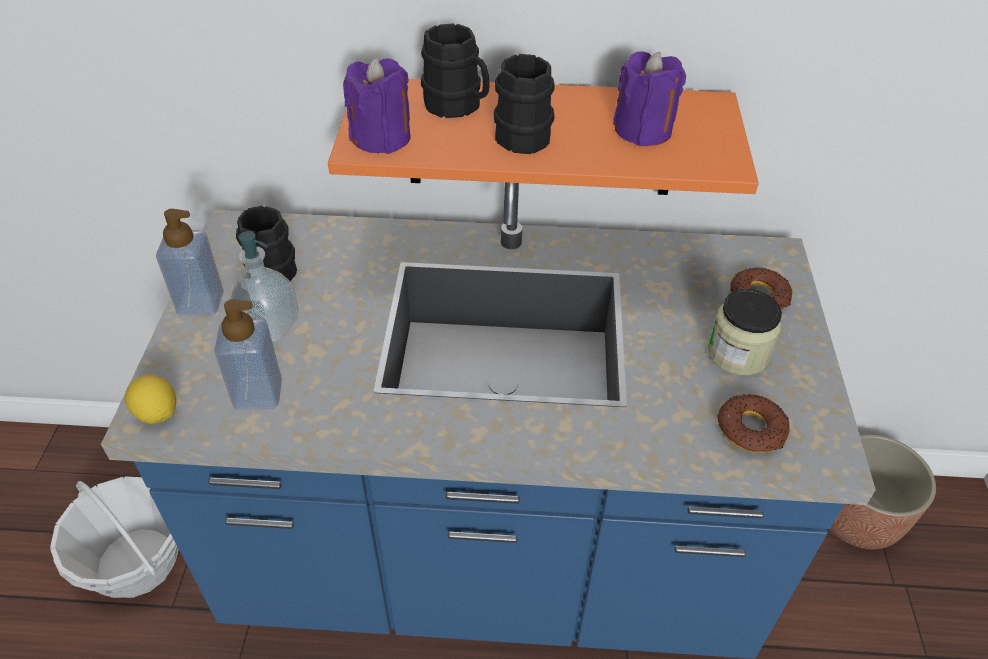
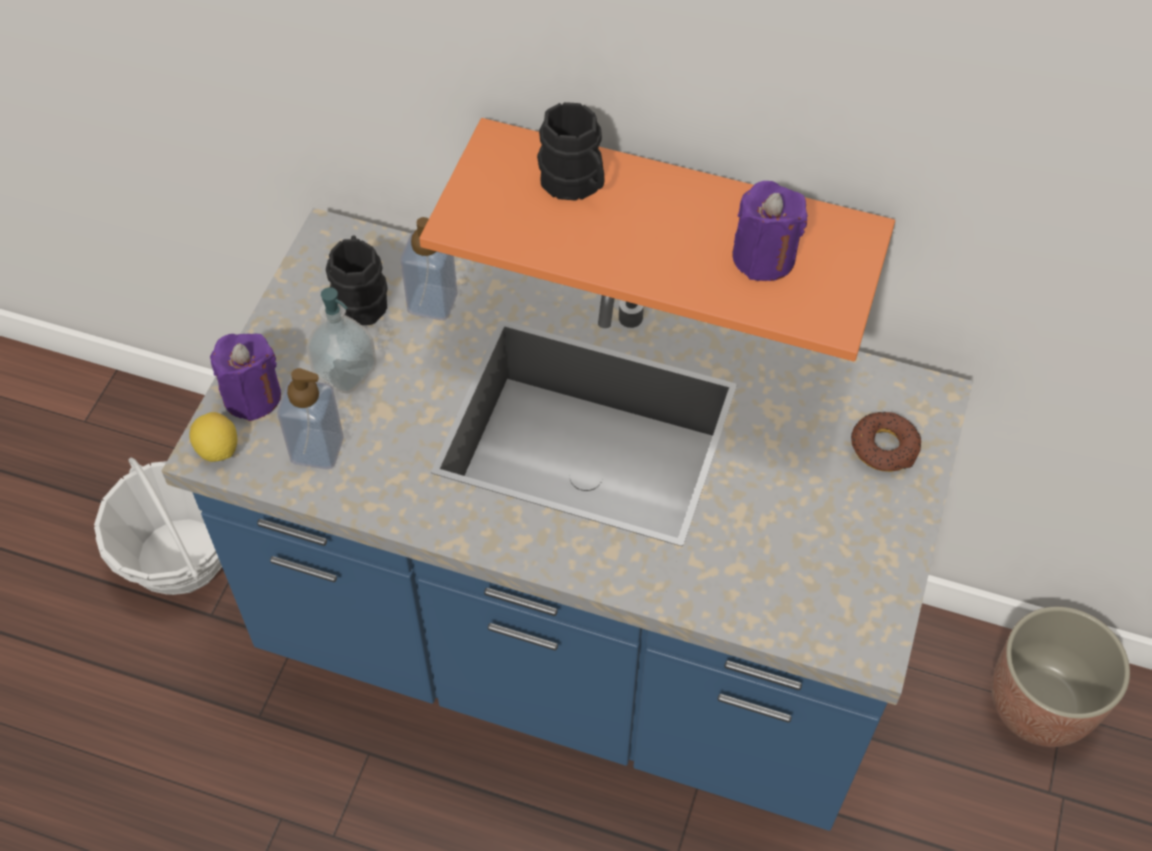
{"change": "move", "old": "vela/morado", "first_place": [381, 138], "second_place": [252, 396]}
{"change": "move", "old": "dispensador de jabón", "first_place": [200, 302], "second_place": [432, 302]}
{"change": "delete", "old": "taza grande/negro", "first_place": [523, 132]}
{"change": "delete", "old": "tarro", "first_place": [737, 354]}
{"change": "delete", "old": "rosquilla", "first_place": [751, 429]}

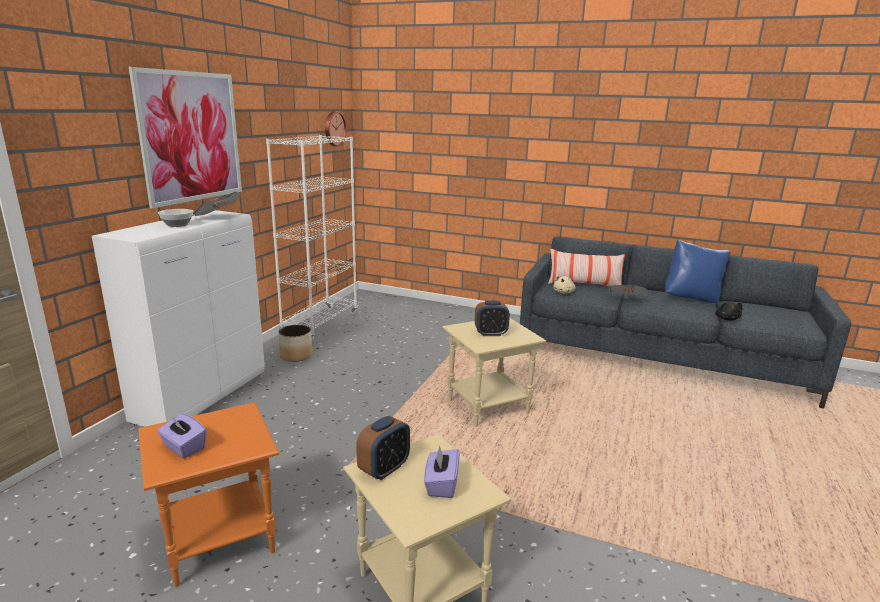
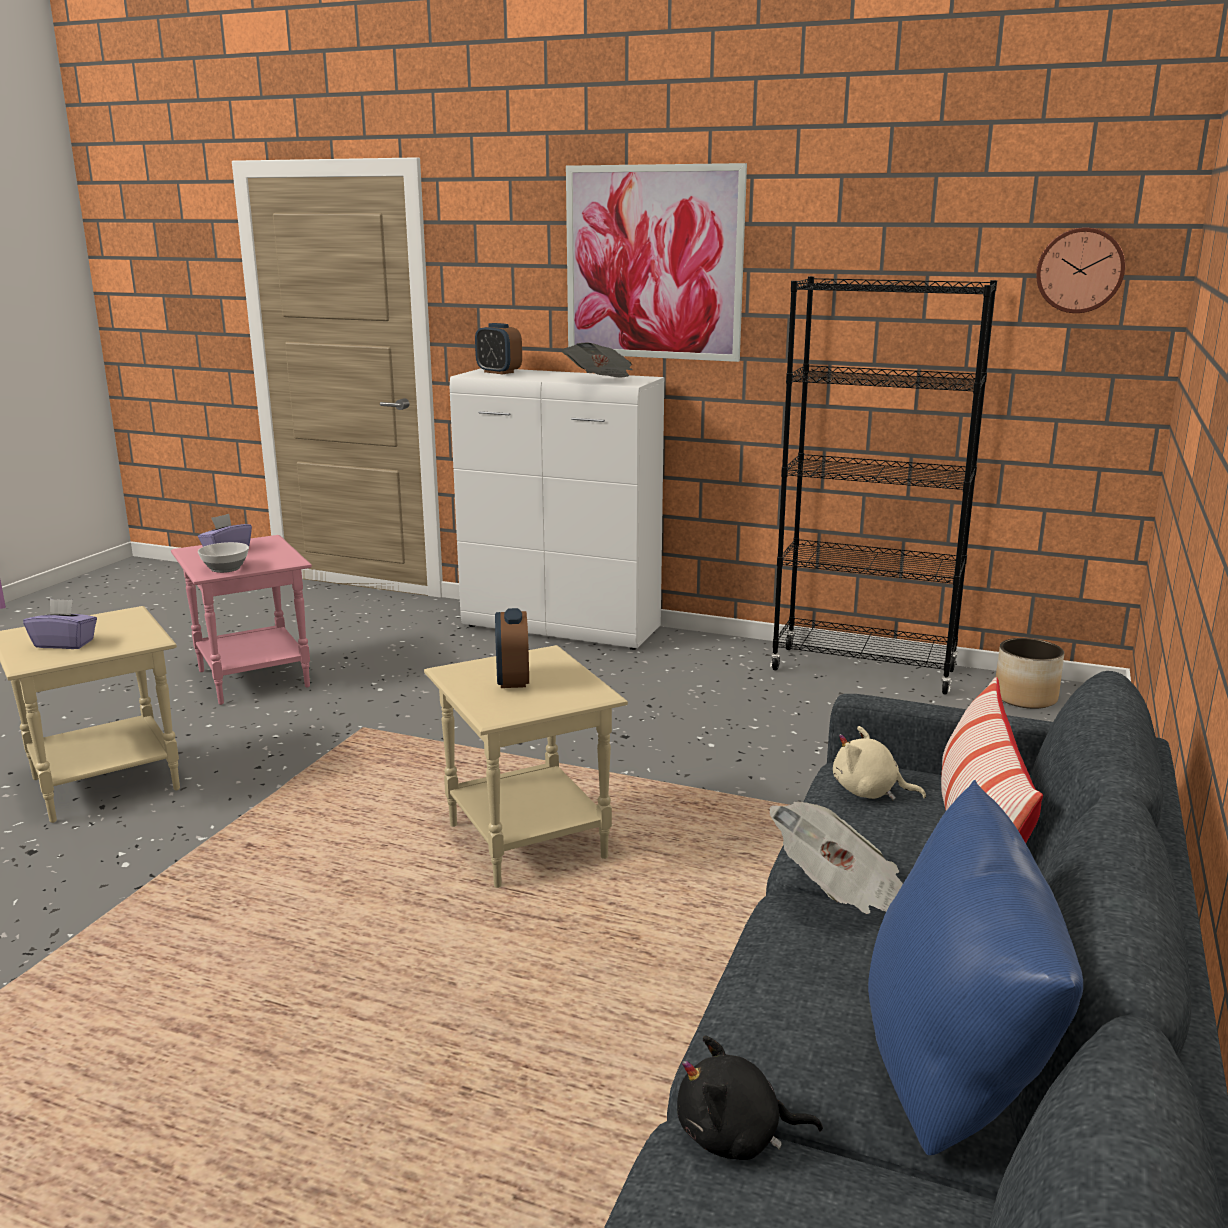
{"change": "recolor", "old": "mesa auxiliar/naranja", "new": "mesa auxiliar/rosa", "first_place": [221, 540], "second_place": [254, 679]}
{"change": "move", "old": "cuenco", "first_place": [177, 225], "second_place": [226, 568]}
{"change": "move", "old": "despertador", "first_place": [384, 469], "second_place": [499, 372]}
{"change": "recolor", "old": "estantería/blanco", "new": "estantería/negro", "first_place": [320, 324], "second_place": [863, 670]}
{"change": "move", "old": "maceta", "first_place": [296, 355], "second_place": [1026, 698]}

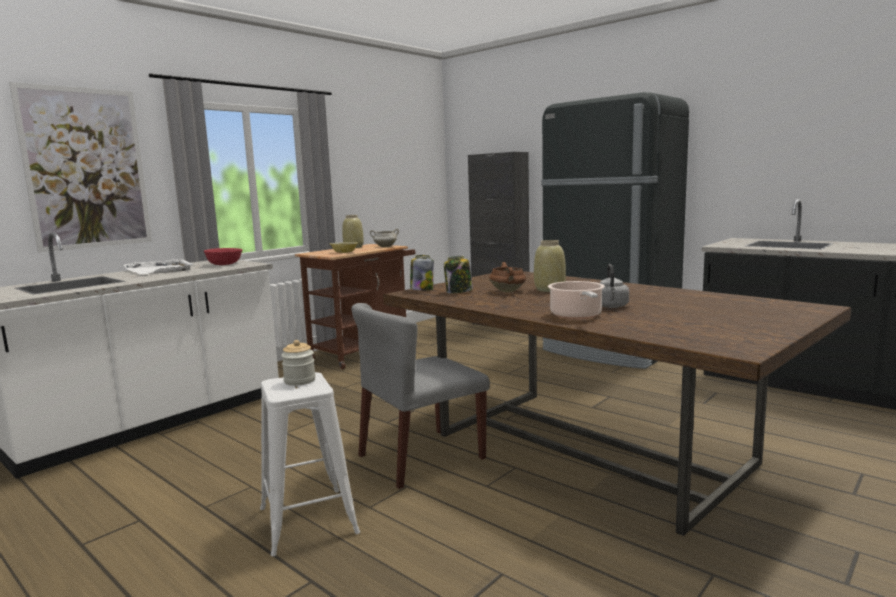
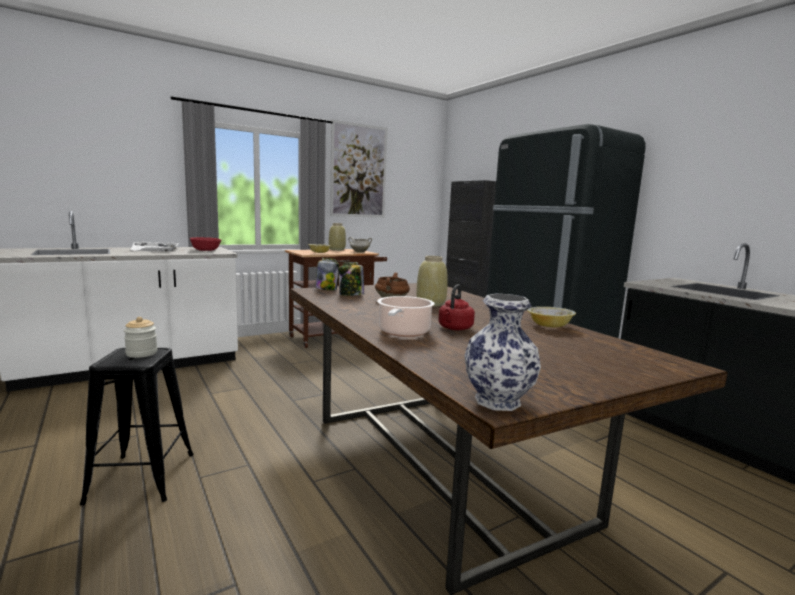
{"change": "recolor", "old": "taburete/blanco", "new": "taburete/negro", "first_place": [308, 520], "second_place": [142, 477]}
{"change": "move", "old": "cuadro", "first_place": [86, 168], "second_place": [358, 171]}
{"change": "recolor", "old": "hervidor/gris", "new": "hervidor/rojo", "first_place": [611, 306], "second_place": [454, 328]}
{"change": "insert", "new": "florero", "second_place": [499, 401]}
{"change": "insert", "new": "cuenco", "second_place": [549, 326]}
{"change": "delete", "old": "silla/gris", "first_place": [421, 457]}

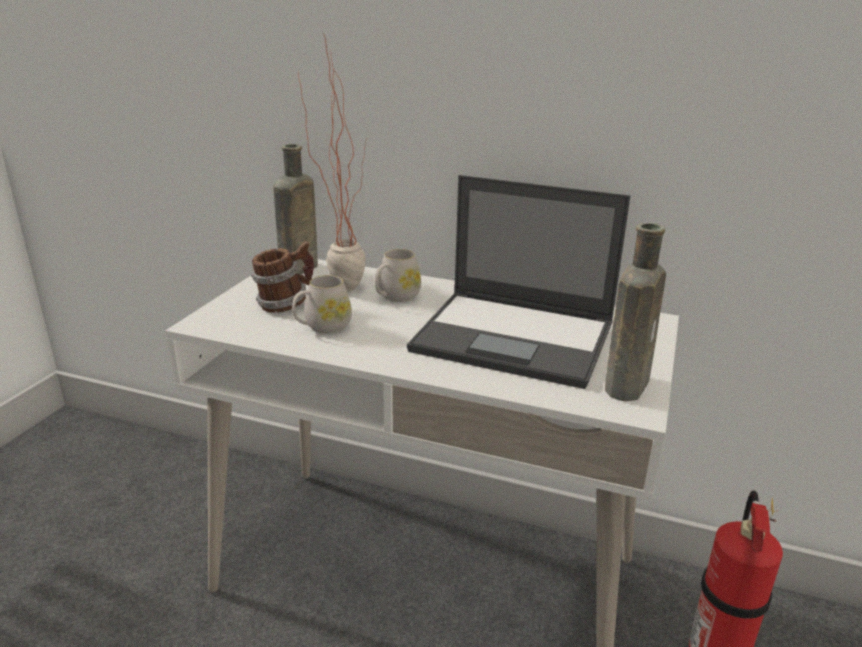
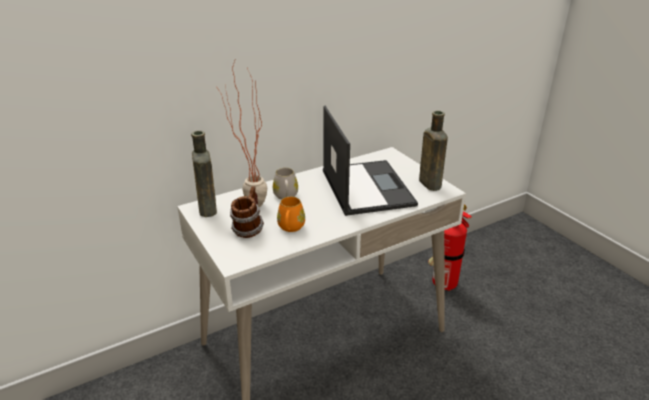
{"change": "recolor", "old": "taza grande/blanco", "new": "taza grande/naranja", "first_place": [322, 327], "second_place": [290, 228]}
{"change": "rotate", "old": "portátil", "first_place": [516, 338], "second_place": [366, 187], "degrees": -75}

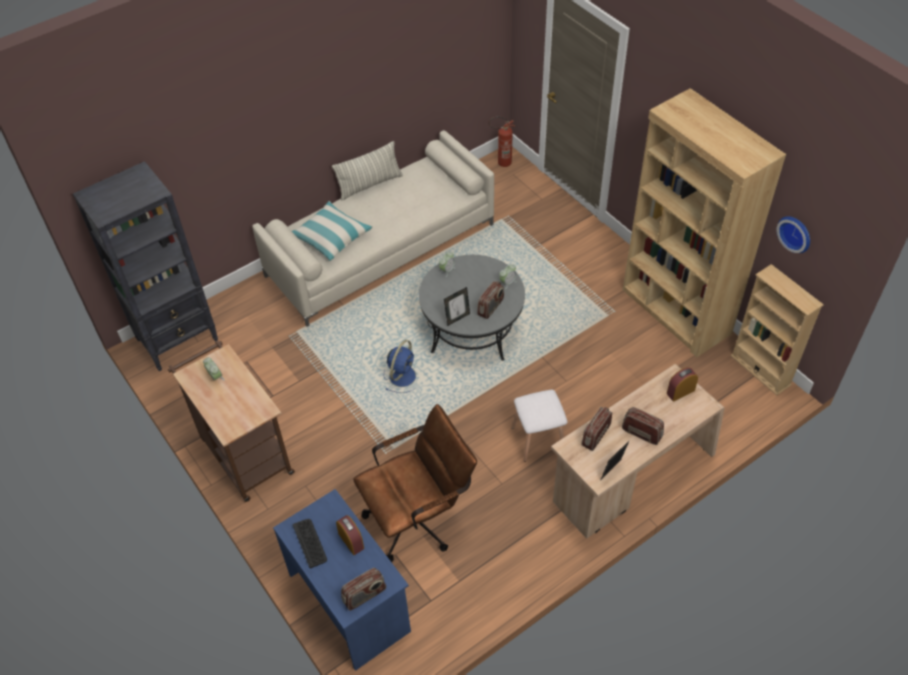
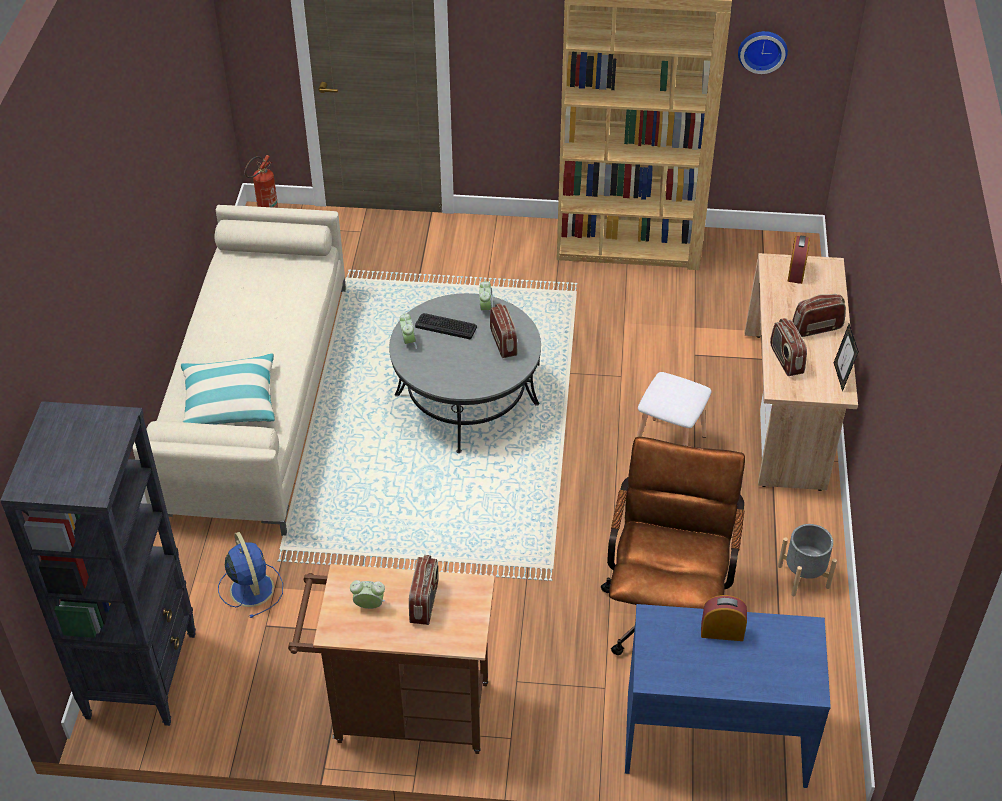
{"change": "move", "old": "ventilador/azul", "first_place": [403, 375], "second_place": [251, 587]}
{"change": "move", "old": "radio", "first_place": [364, 595], "second_place": [425, 602]}
{"change": "move", "old": "teclado", "first_place": [310, 543], "second_place": [446, 326]}
{"change": "insert", "new": "maceta/gris", "second_place": [803, 576]}
{"change": "delete", "old": "cojín", "first_place": [369, 185]}
{"change": "delete", "old": "portarretratos", "first_place": [457, 318]}
{"change": "delete", "old": "estantería/beis", "first_place": [760, 370]}

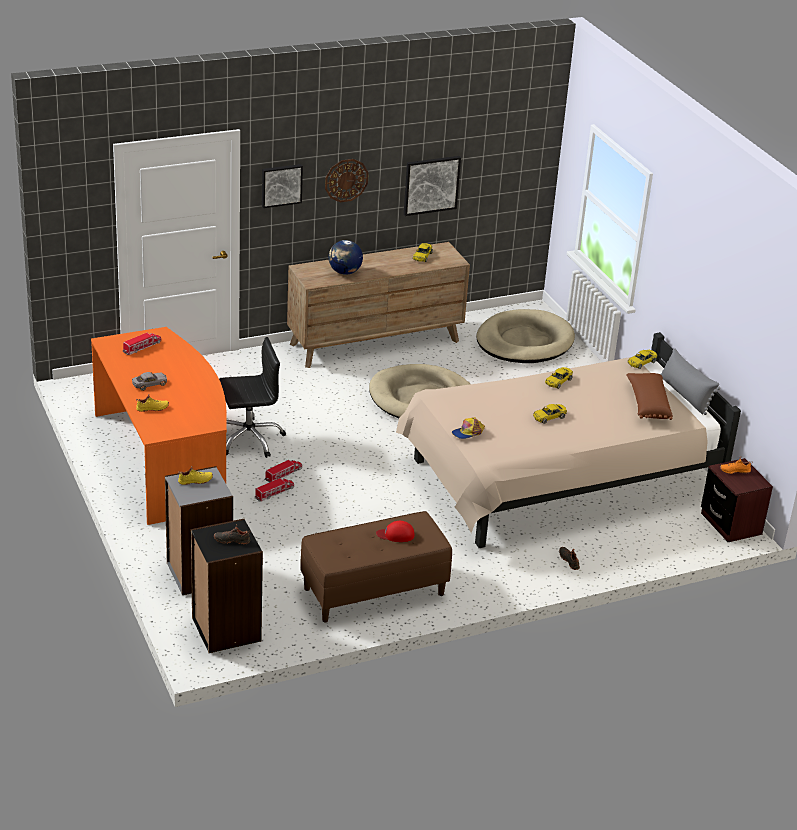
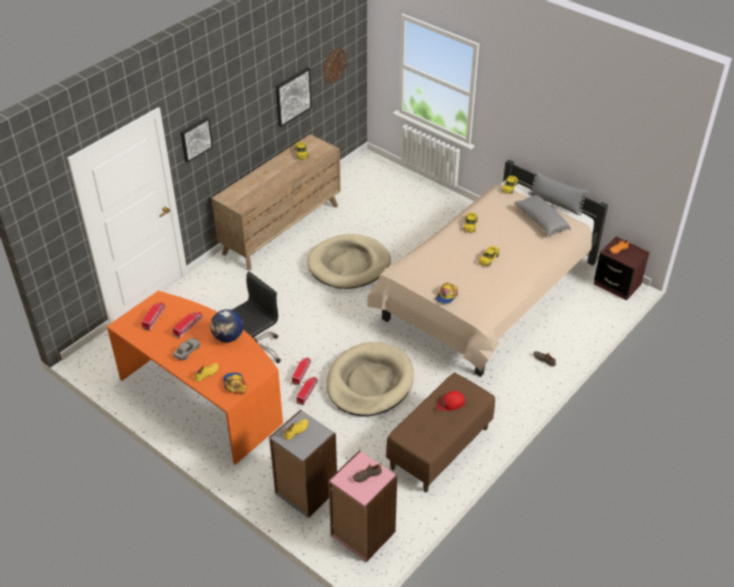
{"change": "insert", "new": "camión de juguete", "second_place": [188, 326]}
{"change": "move", "old": "globo terráqueo", "first_place": [344, 272], "second_place": [228, 337]}
{"change": "insert", "new": "gorra", "second_place": [234, 384]}
{"change": "move", "old": "reloj de pared", "first_place": [346, 180], "second_place": [334, 65]}
{"change": "move", "old": "cama para perro/beis", "first_place": [524, 341], "second_place": [369, 382]}
{"change": "recolor", "old": "estantería/negro", "new": "estantería/rosa", "first_place": [225, 629], "second_place": [362, 534]}
{"change": "recolor", "old": "cojín/marrón", "new": "cojín/gris", "first_place": [647, 404], "second_place": [540, 221]}

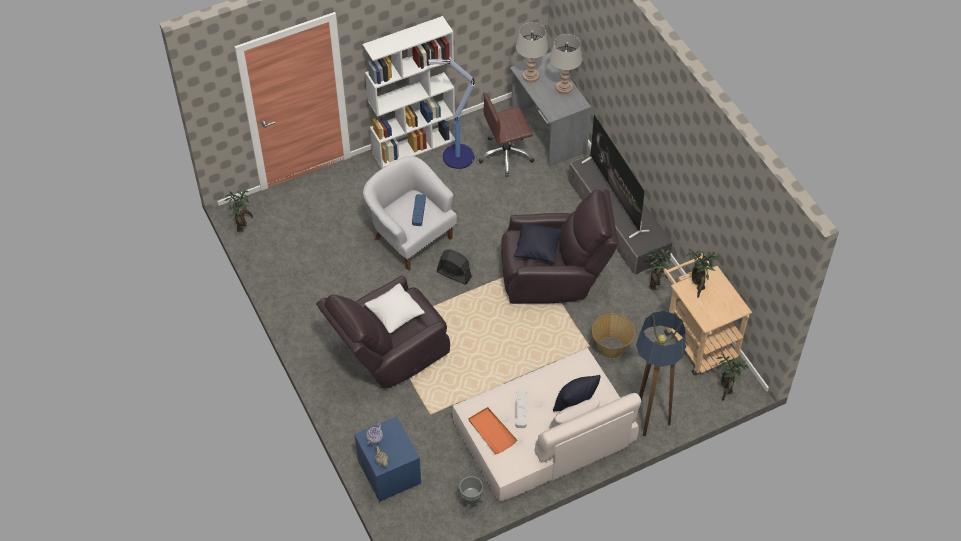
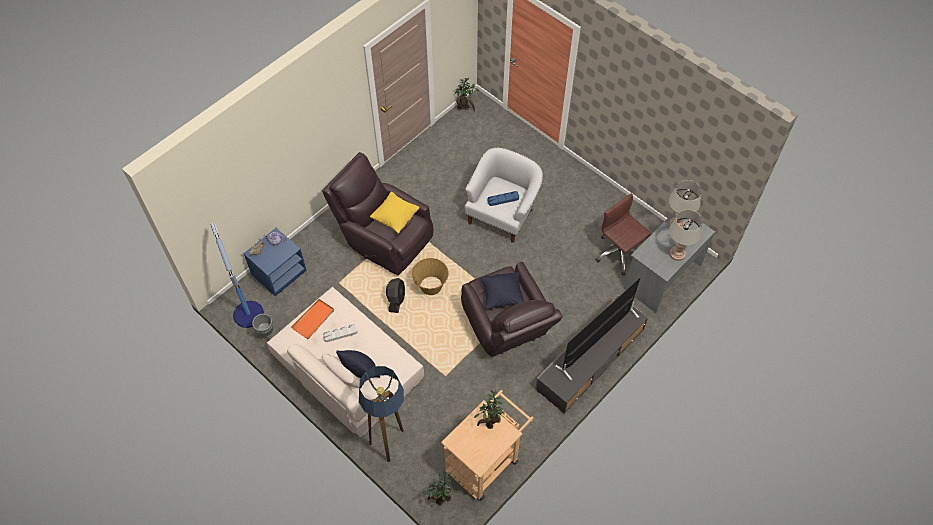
{"change": "move", "old": "lámpara de pie", "first_place": [456, 156], "second_place": [248, 313]}
{"change": "recolor", "old": "cojín/blanco", "new": "cojín/amarillo", "first_place": [395, 315], "second_place": [395, 218]}
{"change": "move", "old": "ventilador/negro", "first_place": [454, 274], "second_place": [396, 299]}
{"change": "move", "old": "cesta", "first_place": [611, 348], "second_place": [431, 286]}
{"change": "delete", "old": "estantería/blanco", "first_place": [414, 146]}
{"change": "delete", "old": "planta en maceta", "first_place": [656, 283]}

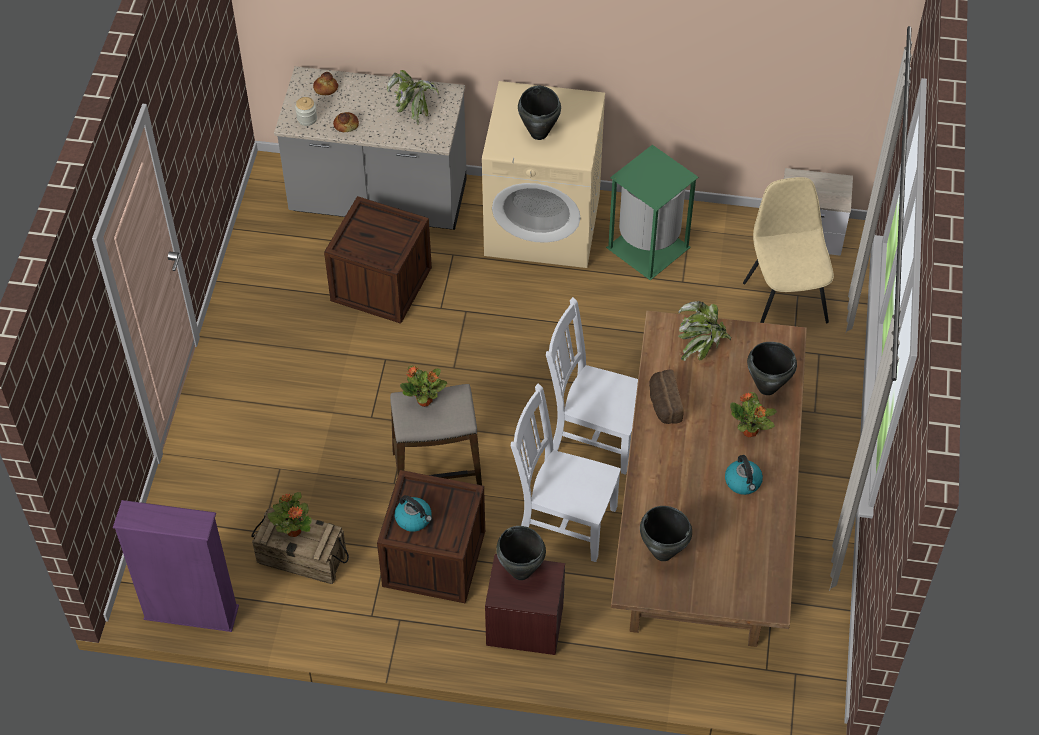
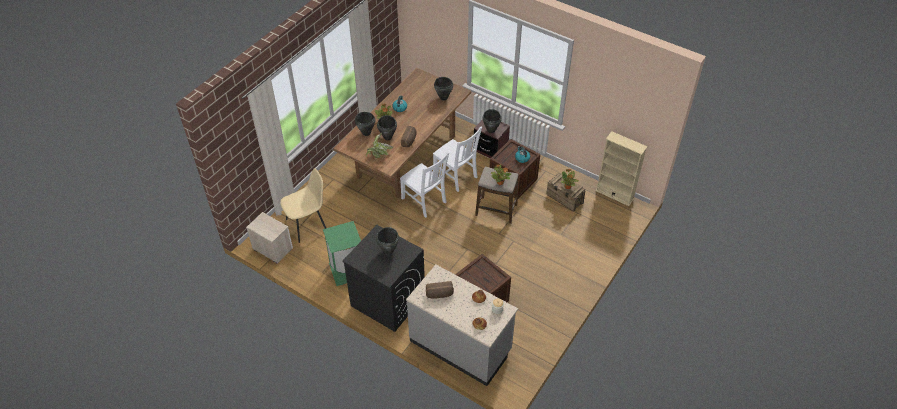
{"change": "rotate", "old": "silla/beis", "first_place": [784, 300], "second_place": [307, 224], "degrees": -135}
{"change": "recolor", "old": "lavadora/beis", "new": "lavadora/negro", "first_place": [543, 224], "second_place": [387, 300]}
{"change": "insert", "new": "olla/negro", "second_place": [388, 137]}
{"change": "replace", "old": "planta en maceta", "new": "pan", "first_place": [414, 108], "second_place": [439, 294]}
{"change": "recolor", "old": "estantería/morado", "new": "estantería/beis", "first_place": [191, 613], "second_place": [614, 194]}

